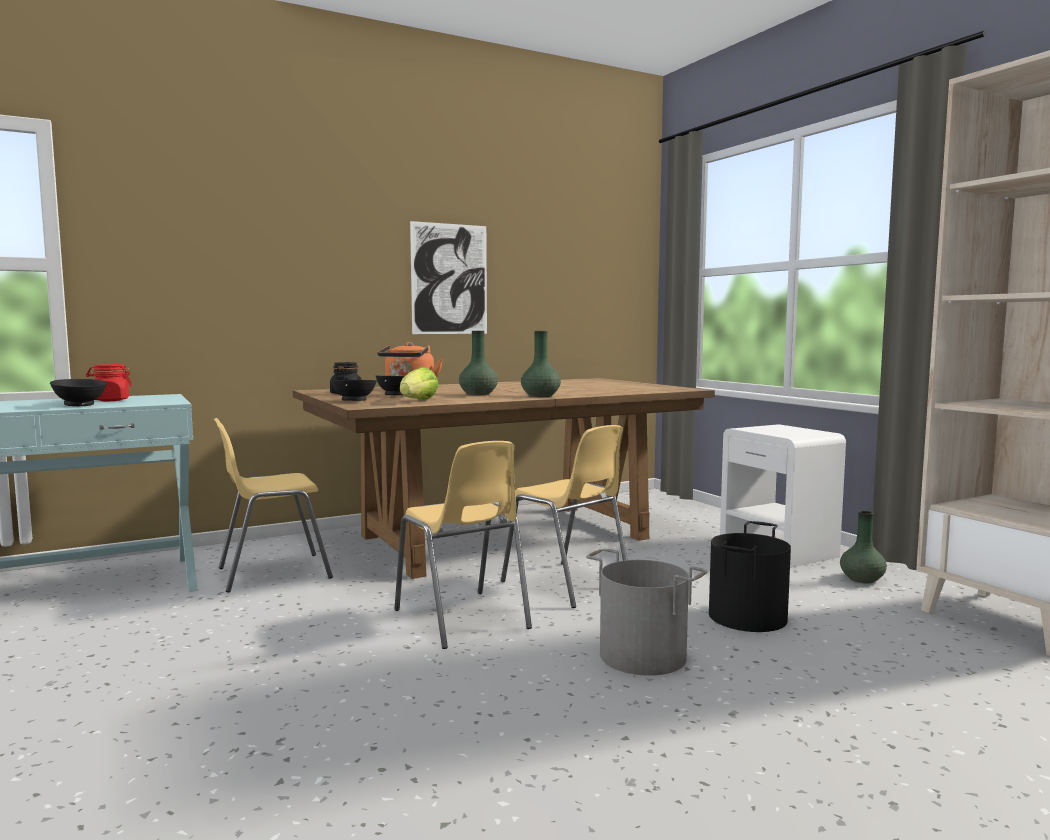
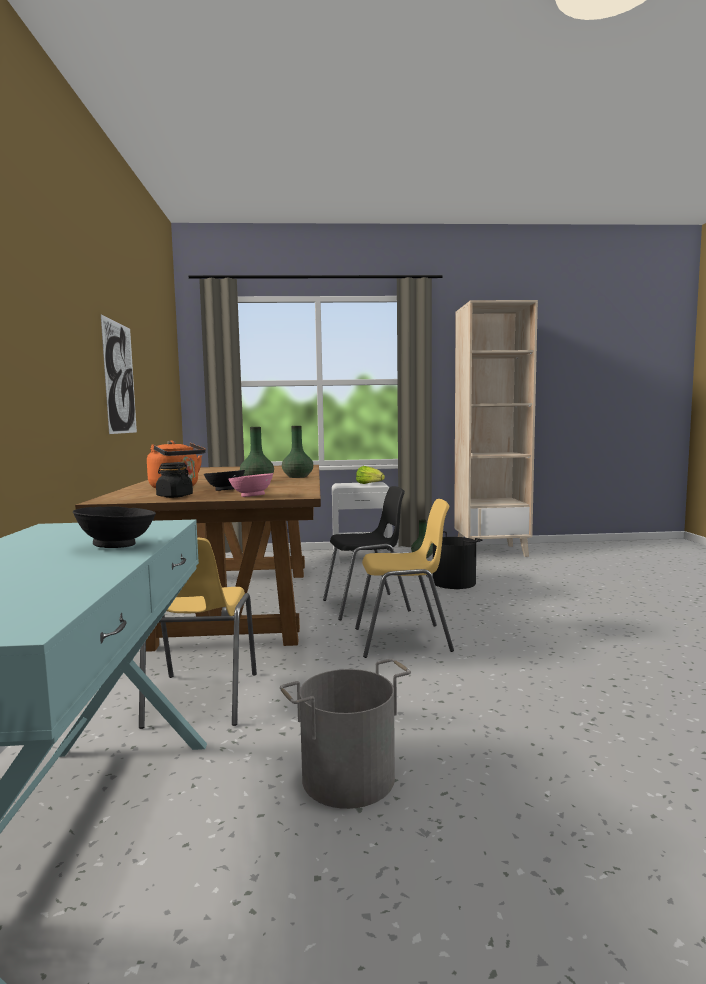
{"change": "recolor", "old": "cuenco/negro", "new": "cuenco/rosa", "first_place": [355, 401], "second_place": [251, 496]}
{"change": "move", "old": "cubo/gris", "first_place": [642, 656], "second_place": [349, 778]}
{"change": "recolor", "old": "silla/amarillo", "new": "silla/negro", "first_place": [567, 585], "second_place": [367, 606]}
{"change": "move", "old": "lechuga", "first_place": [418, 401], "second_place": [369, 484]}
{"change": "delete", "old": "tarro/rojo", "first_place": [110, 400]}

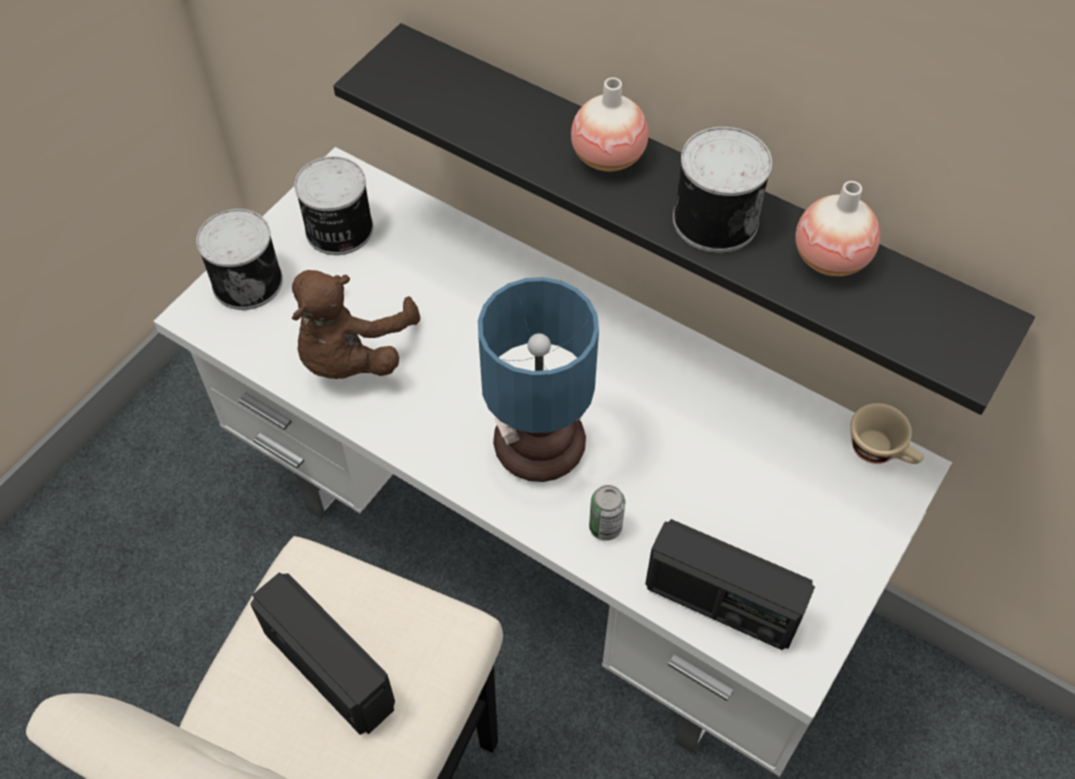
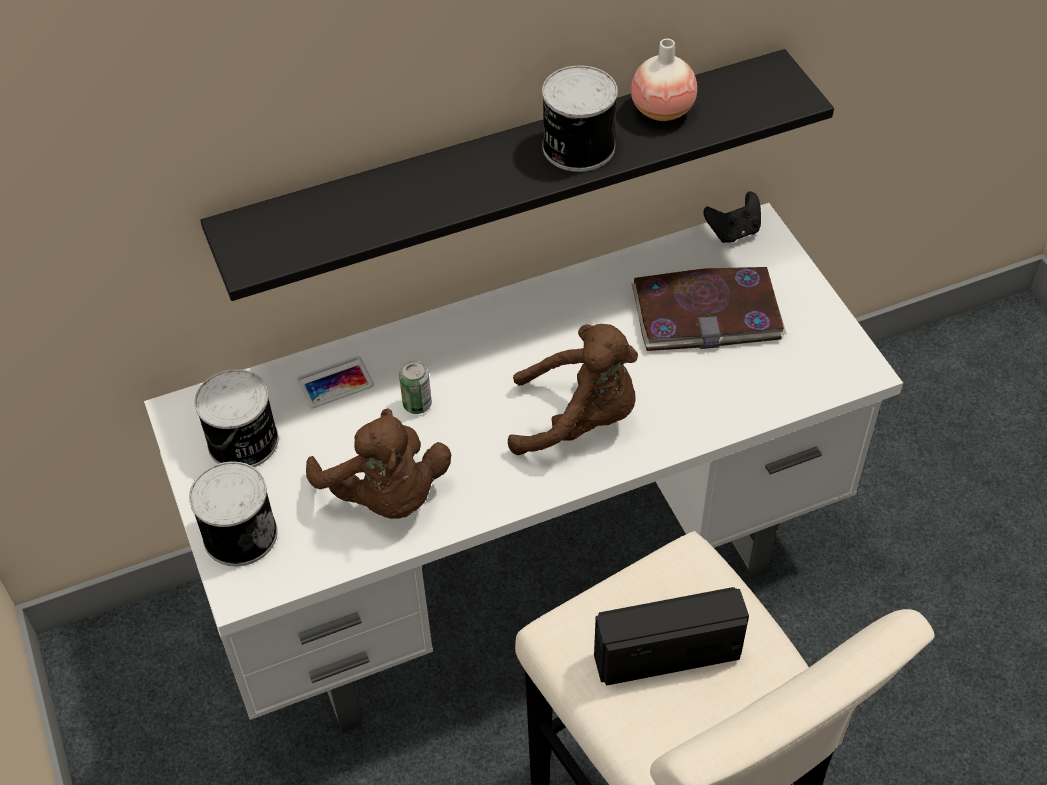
{"change": "insert", "new": "móvil", "second_place": [335, 383]}
{"change": "move", "old": "lata", "first_place": [605, 527], "second_place": [417, 404]}
{"change": "replace", "old": "lámpara de mesa", "new": "peluche/marrón", "first_place": [537, 449], "second_place": [579, 420]}
{"change": "insert", "new": "libro", "second_place": [707, 313]}
{"change": "replace", "old": "taza/beis", "new": "mando de consola/negro", "first_place": [881, 451], "second_place": [733, 232]}
{"change": "delete", "old": "florero", "first_place": [608, 157]}
{"change": "delete", "old": "radio", "first_place": [721, 603]}

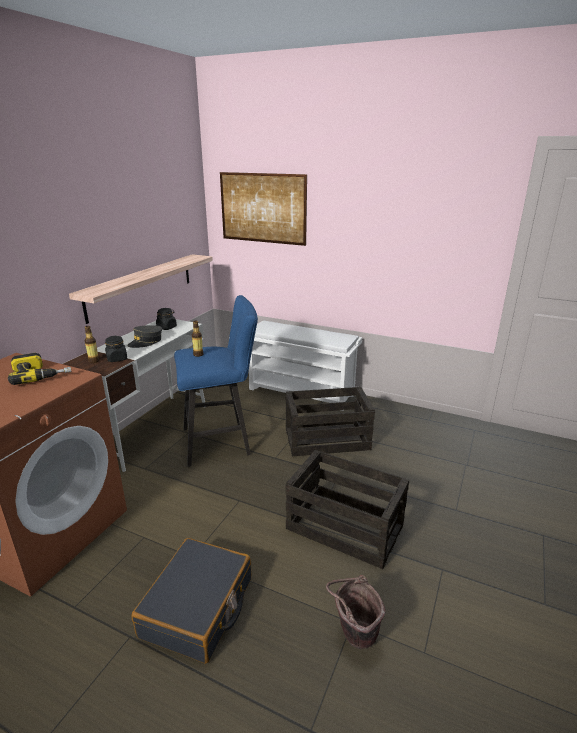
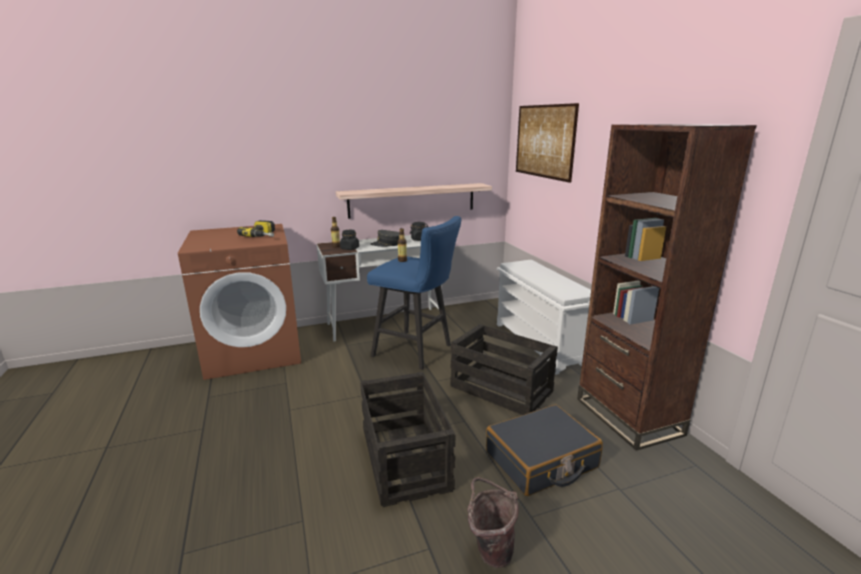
{"change": "move", "old": "cubo/marrón", "first_place": [353, 636], "second_place": [490, 551]}
{"change": "move", "old": "maleta/negro", "first_place": [198, 608], "second_place": [541, 460]}
{"change": "insert", "new": "estantería/marrón", "second_place": [628, 416]}

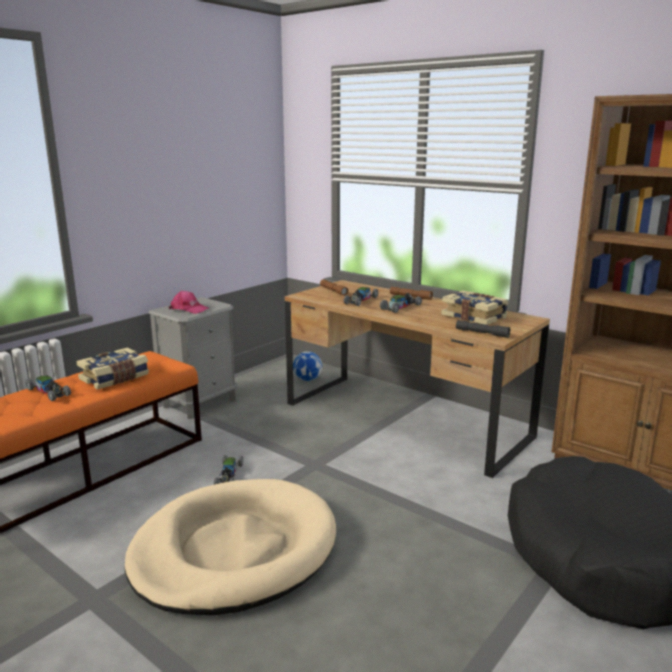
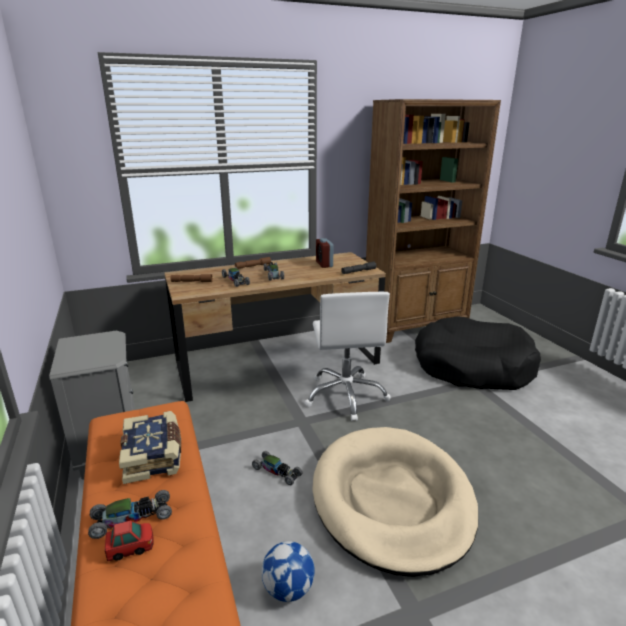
{"change": "insert", "new": "coche de juguete", "second_place": [131, 548]}
{"change": "move", "old": "balón de fútbol", "first_place": [307, 379], "second_place": [288, 589]}
{"change": "insert", "new": "silla de oficina/blanco", "second_place": [346, 395]}
{"change": "replace", "old": "libro", "new": "despertador", "first_place": [474, 317], "second_place": [324, 264]}
{"change": "delete", "old": "gorra/rosa", "first_place": [189, 309]}

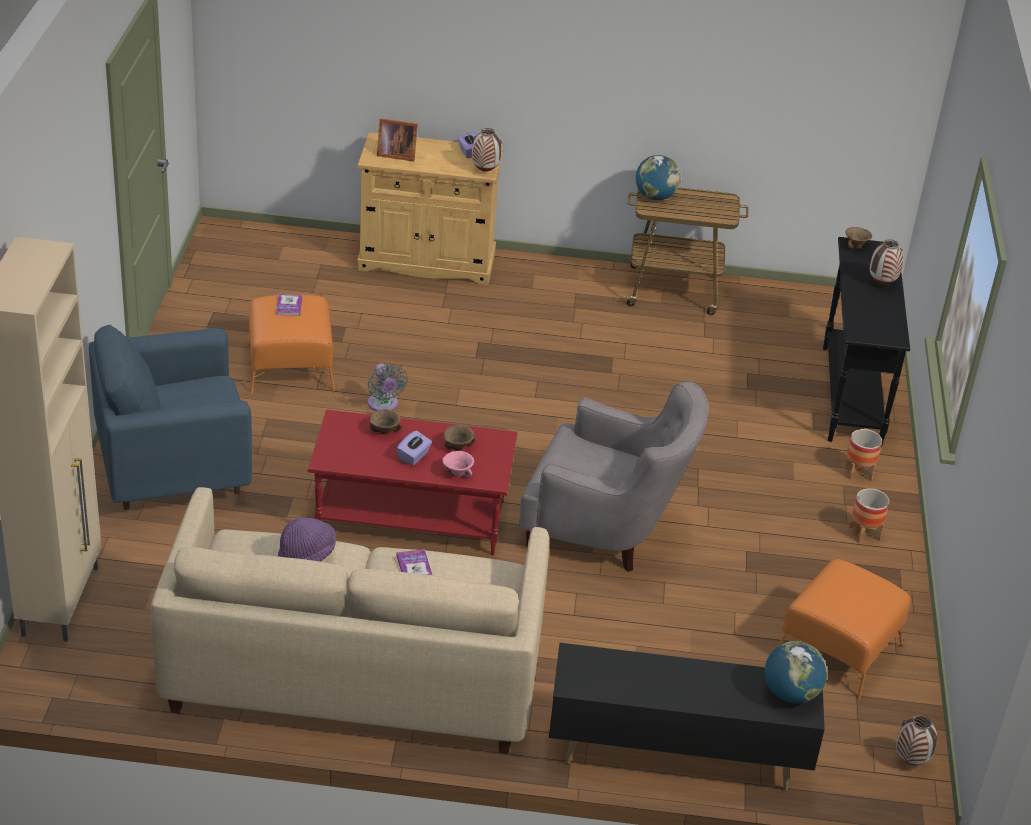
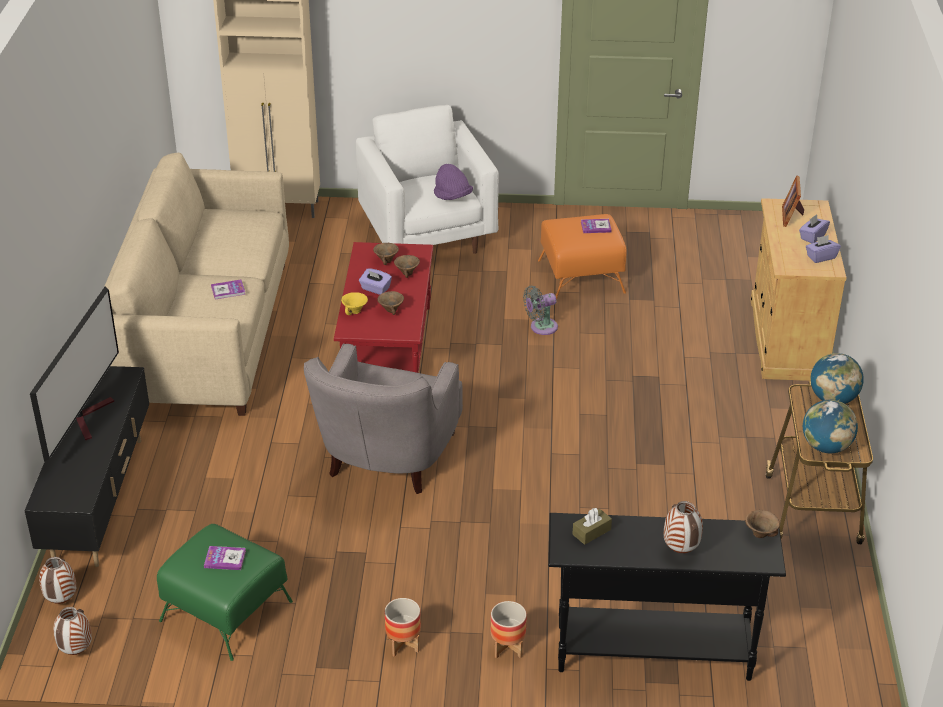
{"change": "insert", "new": "televisor", "second_place": [89, 416]}
{"change": "move", "old": "florero", "first_place": [484, 171], "second_place": [61, 600]}
{"change": "recolor", "old": "puf/naranja", "new": "puf/verde", "first_place": [837, 650], "second_place": [226, 610]}
{"change": "insert", "new": "libro", "second_place": [225, 559]}
{"change": "recolor", "old": "cuenco/rosa", "new": "cuenco/amarillo", "first_place": [458, 473], "second_place": [355, 311]}
{"change": "recolor", "old": "sillón/azul", "new": "sillón/blanco", "first_place": [175, 472], "second_place": [428, 236]}
{"change": "insert", "new": "cuenco/marrón", "second_place": [386, 261]}
{"change": "move", "old": "sombrero/morado", "first_place": [307, 554], "second_place": [452, 197]}
{"change": "insert", "new": "caja de pañuelos/marrón", "second_place": [591, 532]}
{"change": "insert", "new": "caja de pañuelos/morado", "second_place": [812, 237]}
{"change": "move", "old": "globo terráqueo", "first_place": [790, 693], "second_place": [826, 446]}

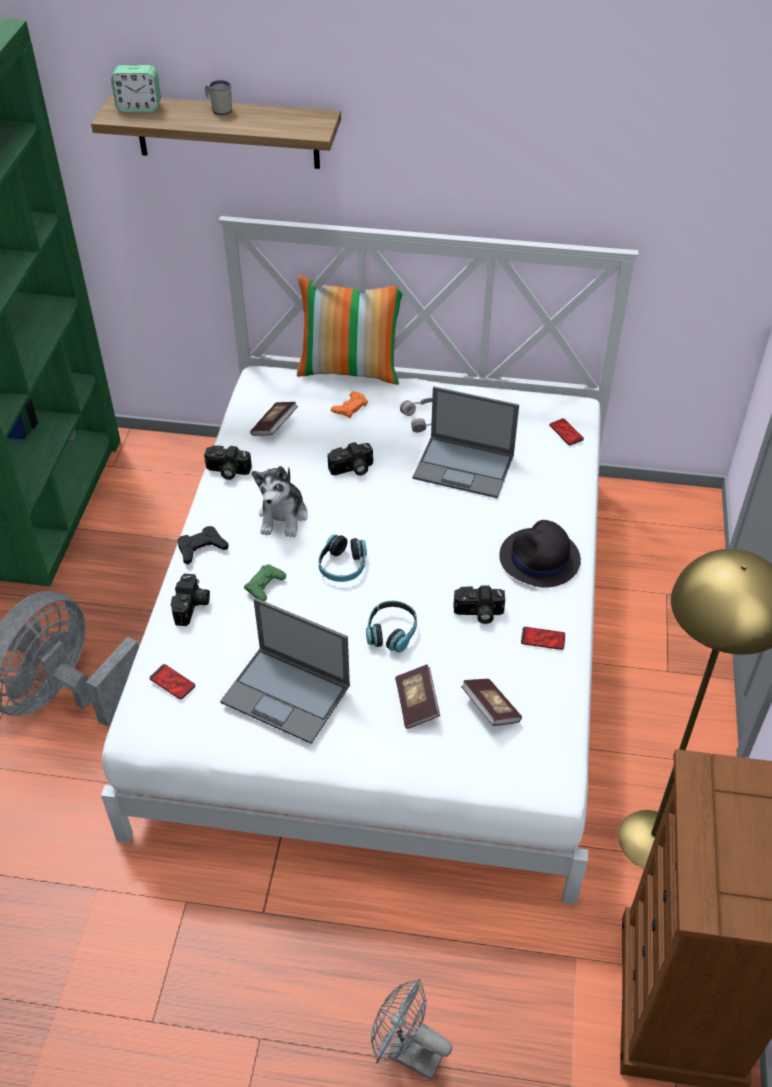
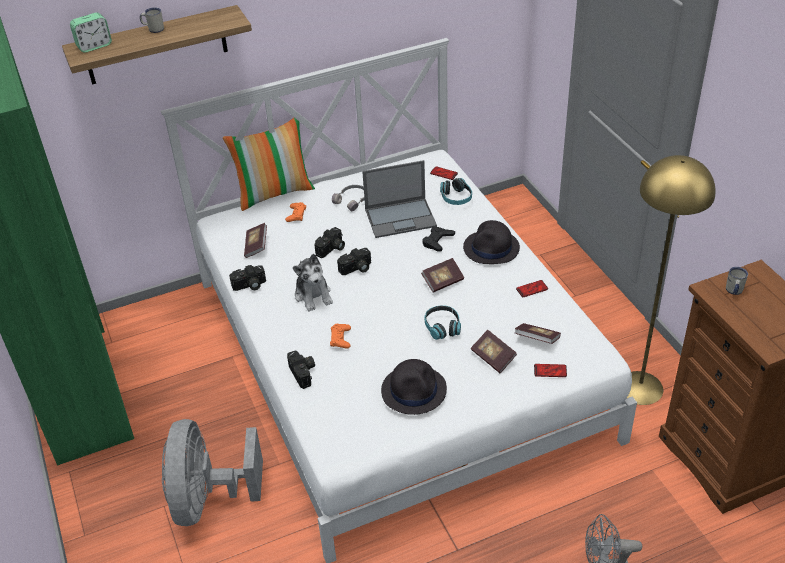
{"change": "recolor", "old": "mando de consola/verde", "new": "mando de consola/naranja", "first_place": [265, 585], "second_place": [340, 338]}
{"change": "move", "old": "cámara", "first_place": [478, 613], "second_place": [356, 269]}
{"change": "replace", "old": "portátil", "new": "sombrero/negro", "first_place": [287, 694], "second_place": [414, 390]}
{"change": "insert", "new": "libro", "second_place": [442, 281]}
{"change": "move", "old": "mando de consola/negro", "first_place": [201, 548], "second_place": [437, 241]}
{"change": "move", "old": "auriculares", "first_place": [343, 566], "second_place": [456, 198]}
{"change": "move", "old": "móvil", "first_place": [172, 682], "second_place": [550, 371]}
{"change": "insert", "new": "taza grande/blanco", "second_place": [733, 291]}

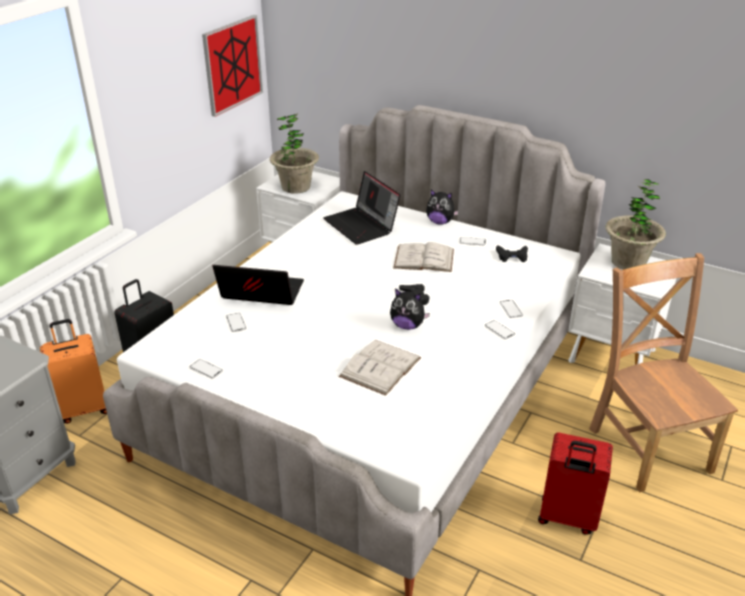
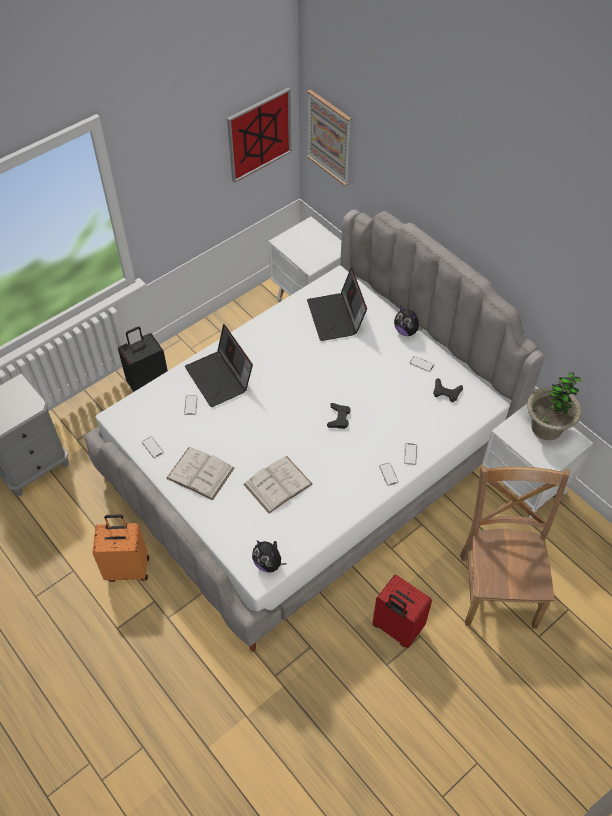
{"change": "move", "old": "maleta/naranja", "first_place": [83, 409], "second_place": [128, 568]}
{"change": "move", "old": "libro/blanco", "first_place": [424, 258], "second_place": [200, 473]}
{"change": "rotate", "old": "portátil", "first_place": [260, 294], "second_place": [220, 378], "degrees": -150}
{"change": "move", "old": "peluche", "first_place": [407, 326], "second_place": [268, 563]}
{"change": "insert", "new": "cuadro", "second_place": [329, 137]}
{"change": "delete", "old": "planta en maceta", "first_place": [296, 187]}

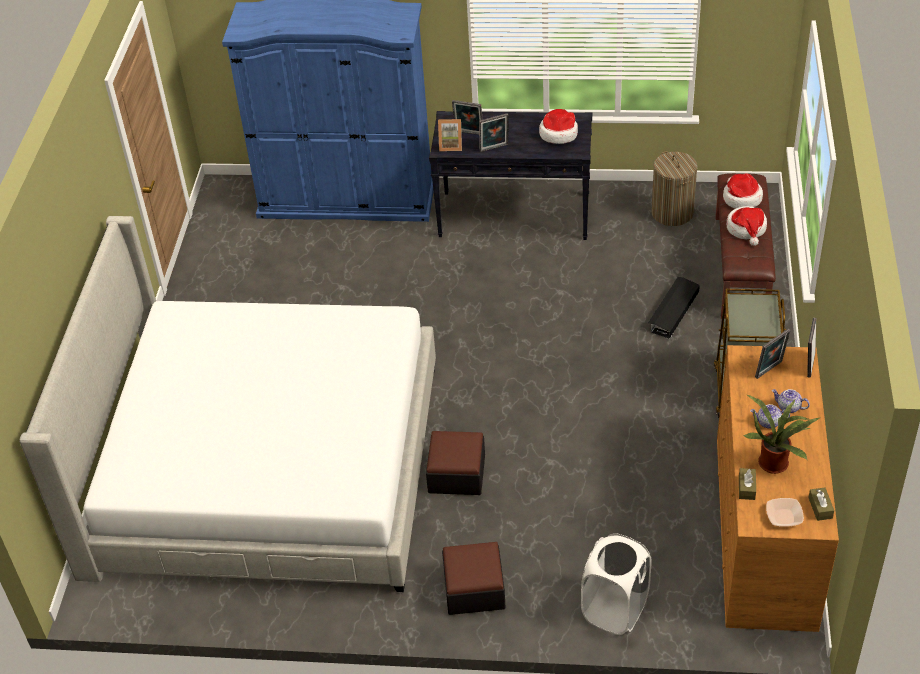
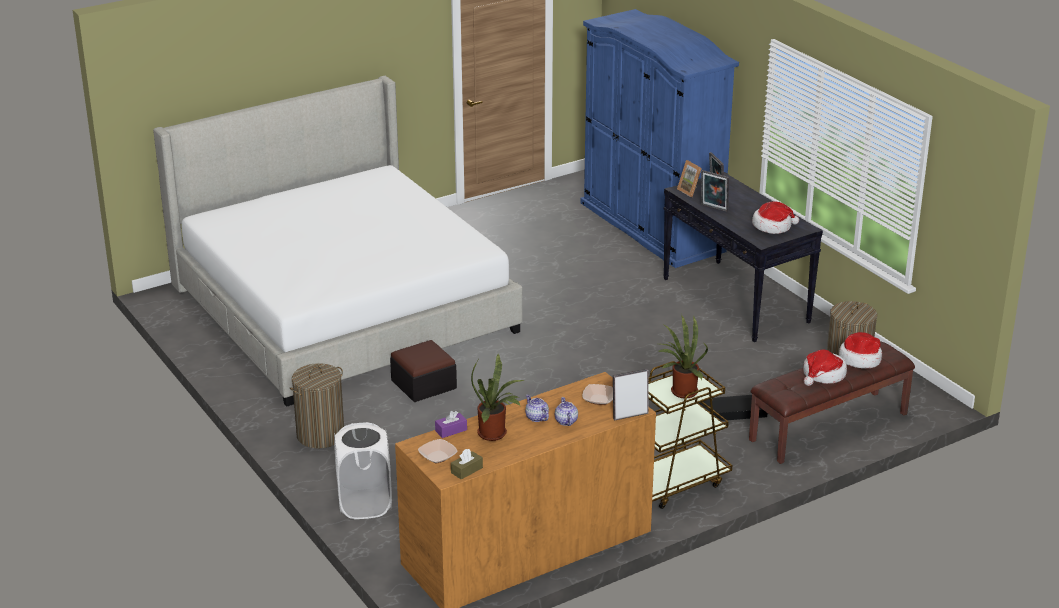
{"change": "replace", "old": "puf", "new": "cesto de la ropa", "first_place": [474, 589], "second_place": [320, 435]}
{"change": "recolor", "old": "caja de pañuelos/marrón", "new": "caja de pañuelos/morado", "first_place": [746, 488], "second_place": [451, 430]}
{"change": "replace", "old": "portarretratos", "new": "cuenco", "first_place": [770, 370], "second_place": [599, 399]}
{"change": "insert", "new": "planta en maceta", "second_place": [681, 392]}

